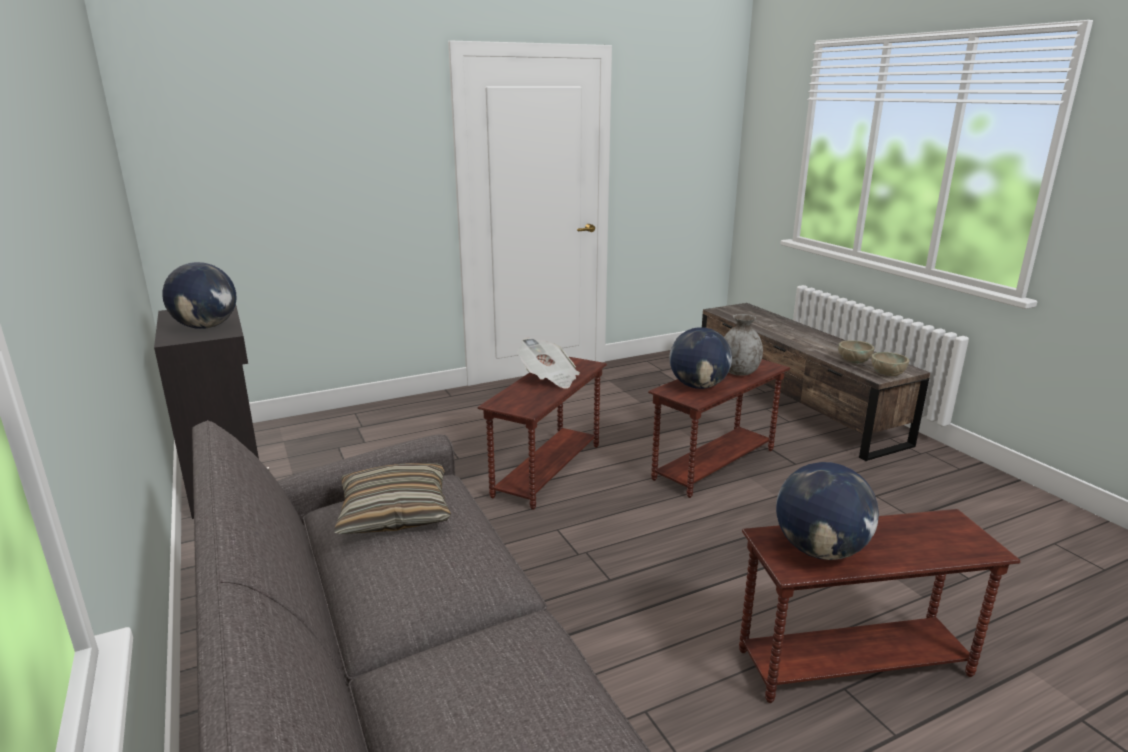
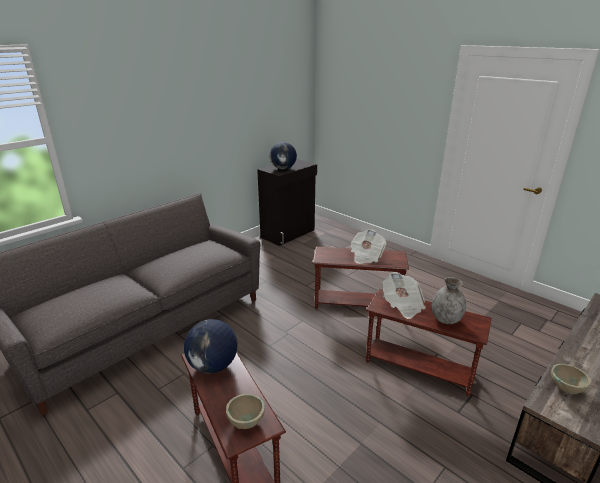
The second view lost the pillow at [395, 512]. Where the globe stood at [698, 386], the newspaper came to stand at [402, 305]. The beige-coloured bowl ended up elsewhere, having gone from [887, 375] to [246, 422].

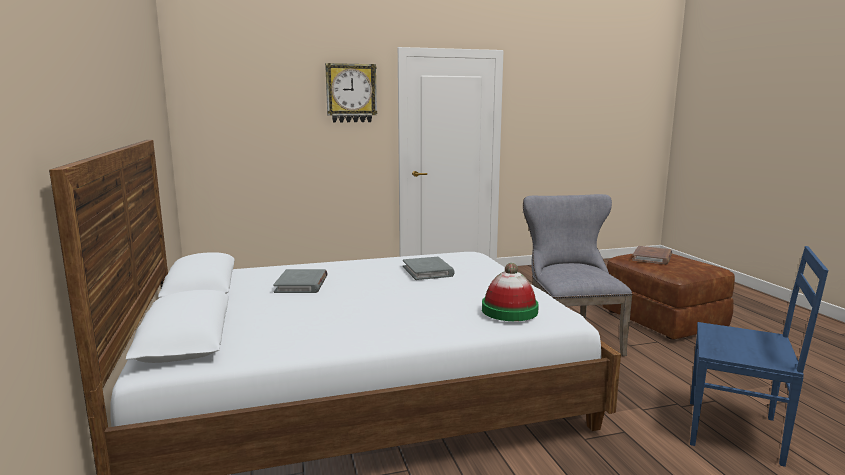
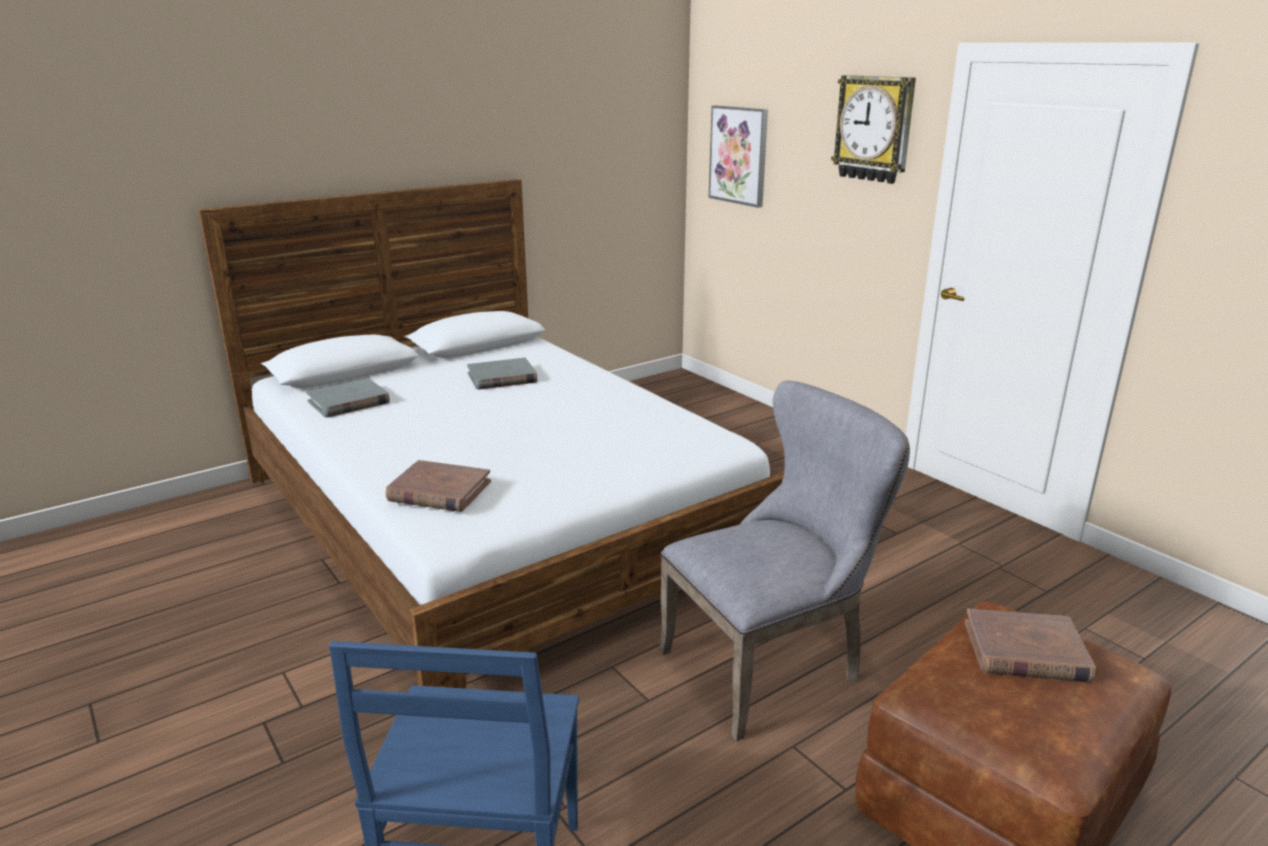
The gray bound book ended up elsewhere, having gone from [428, 271] to [349, 402]. Where the clothing hat stood at [509, 310], the brown-coloured bound book came to stand at [439, 491]. The second view gained the wall picture at [739, 155].

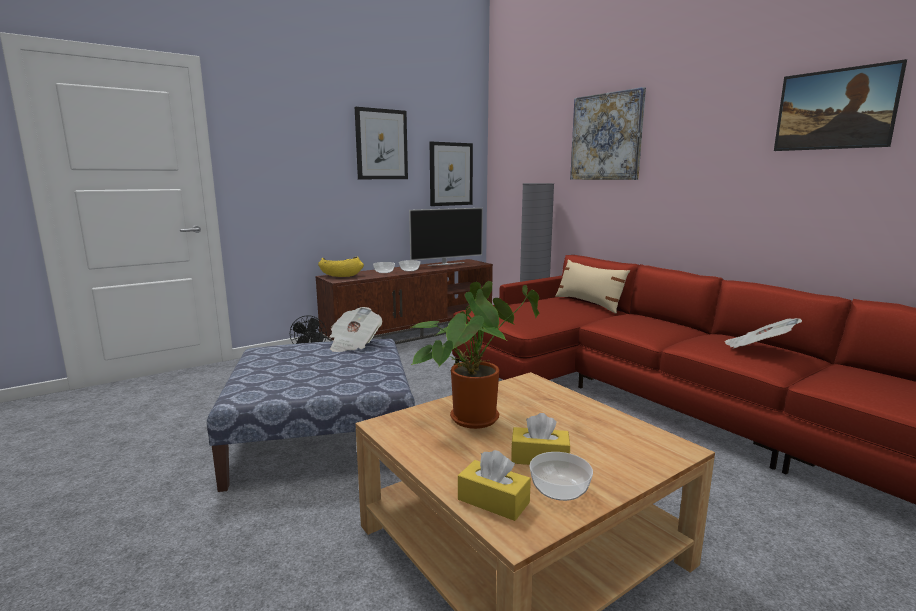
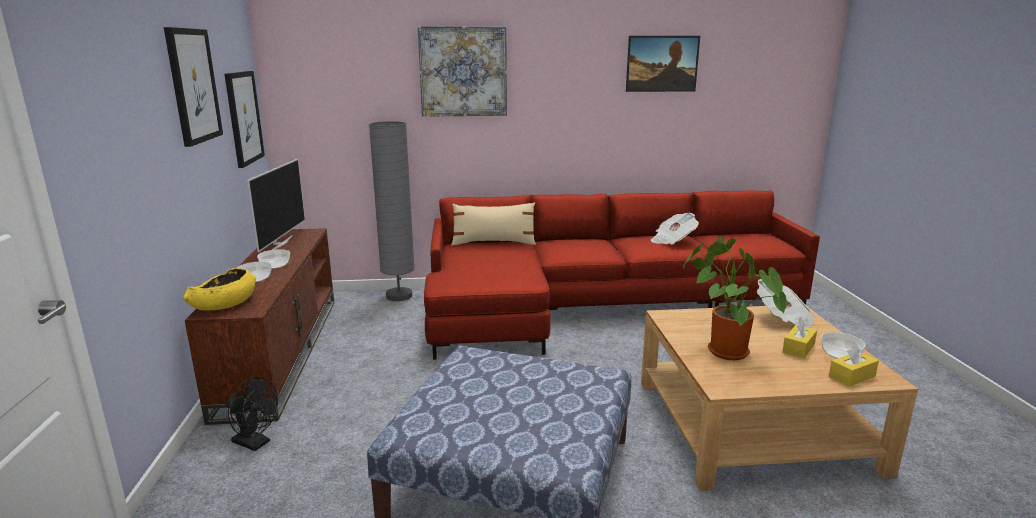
The newspaper ended up elsewhere, having gone from [354, 344] to [784, 320].

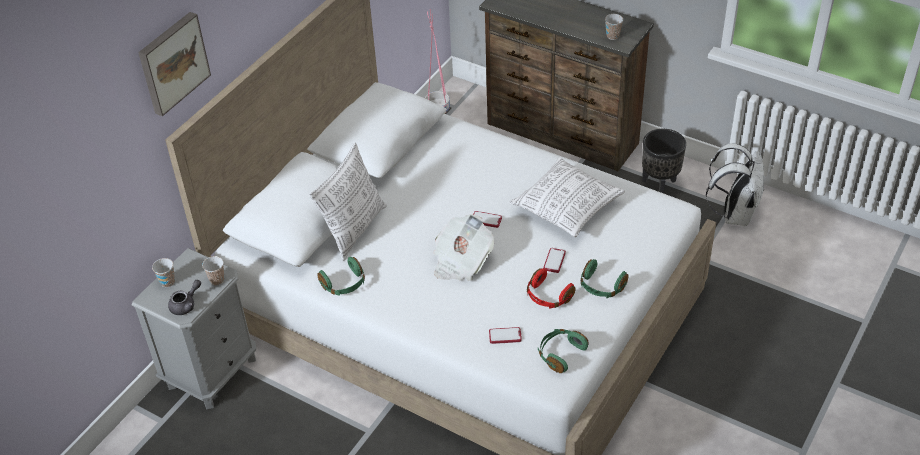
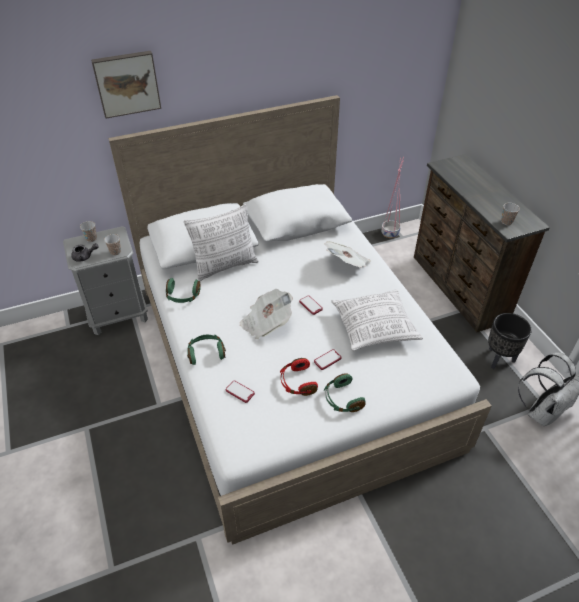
The green headset ended up elsewhere, having gone from [560, 354] to [206, 353]. The second view gained the newspaper at [347, 264].

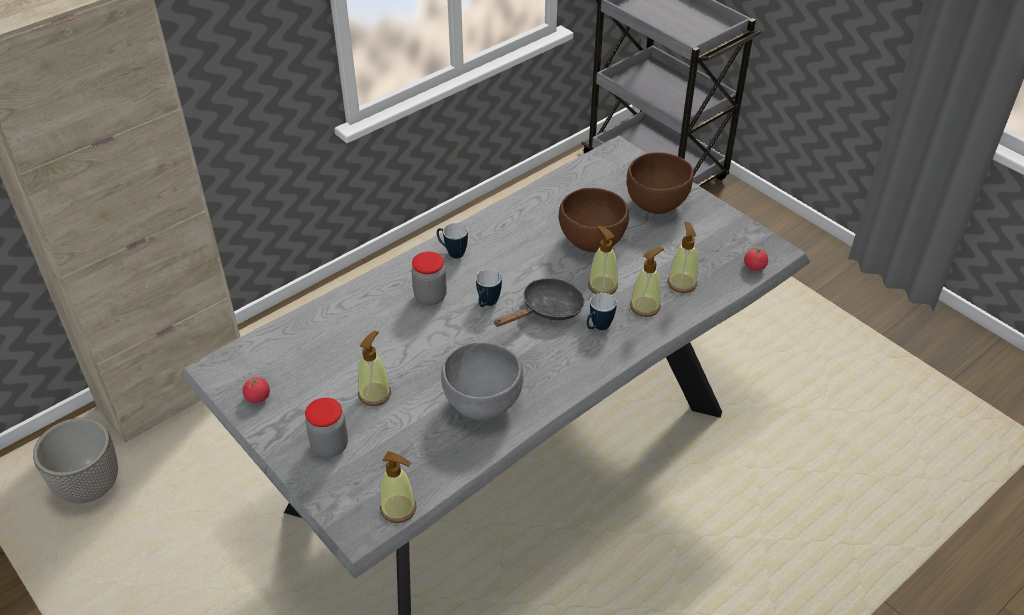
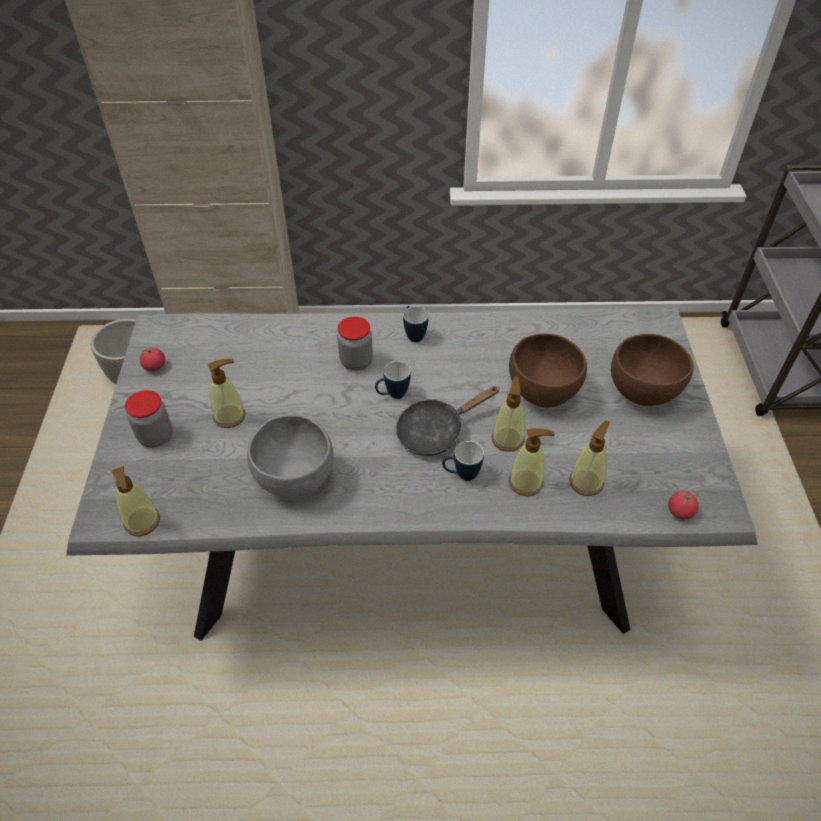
The black-coloured pan at [547, 310] ended up facing another way, 150 degrees clockwise from before.

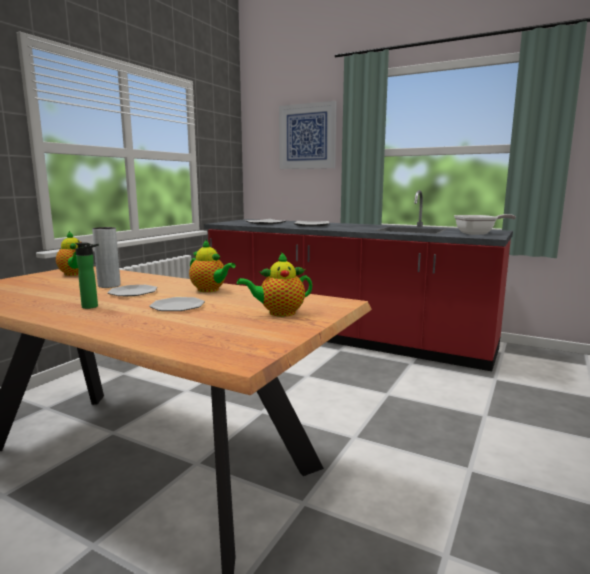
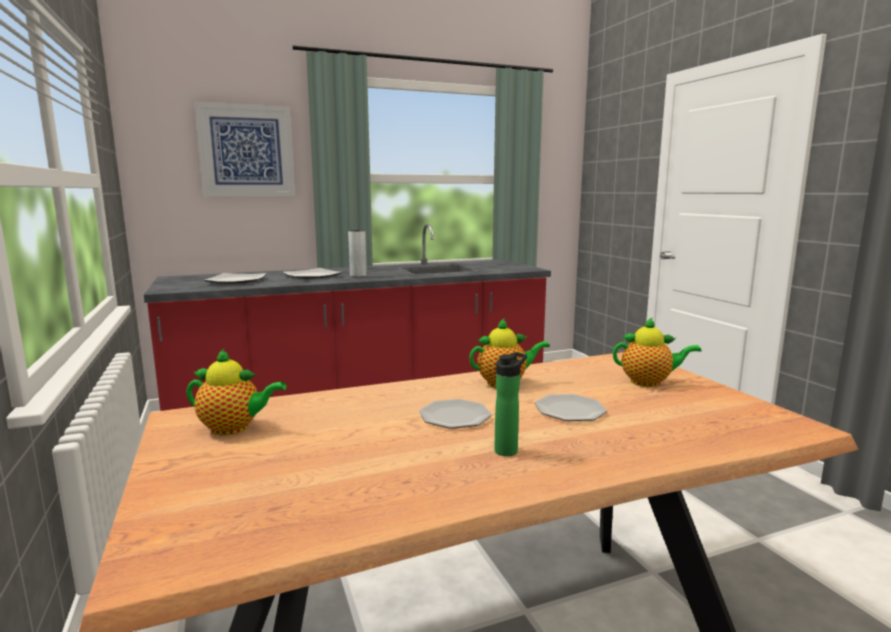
The gray flower vase ended up elsewhere, having gone from [109, 285] to [358, 275]. The pot for tea at [279, 313] ended up facing another way, 105 degrees counterclockwise from before. The second view lost the pan at [478, 233].

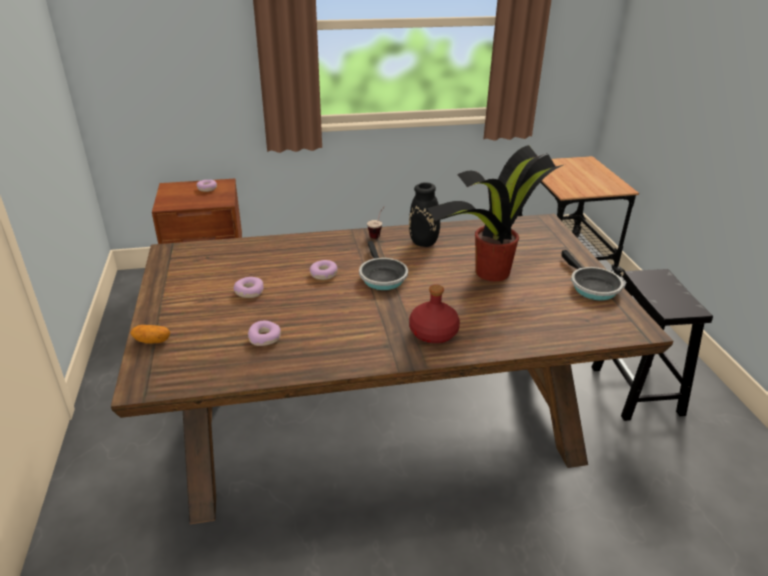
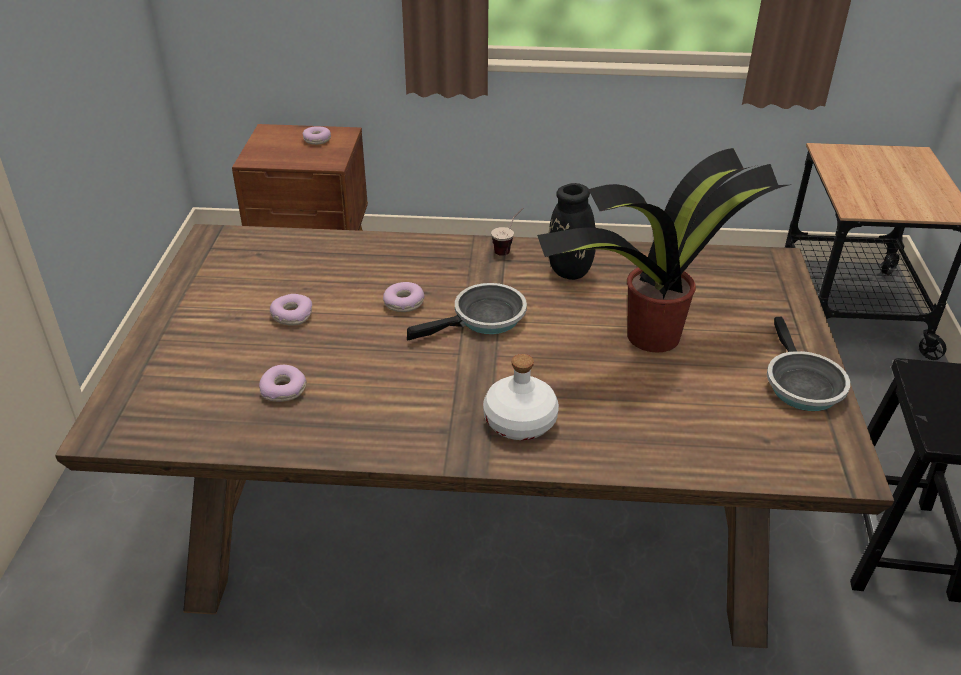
The second view lost the potato at [152, 341]. The pan at [381, 277] ended up facing another way, 120 degrees counterclockwise from before. What was the reddish drink bottle at [433, 333] turned into the whitish drink bottle at [519, 422].

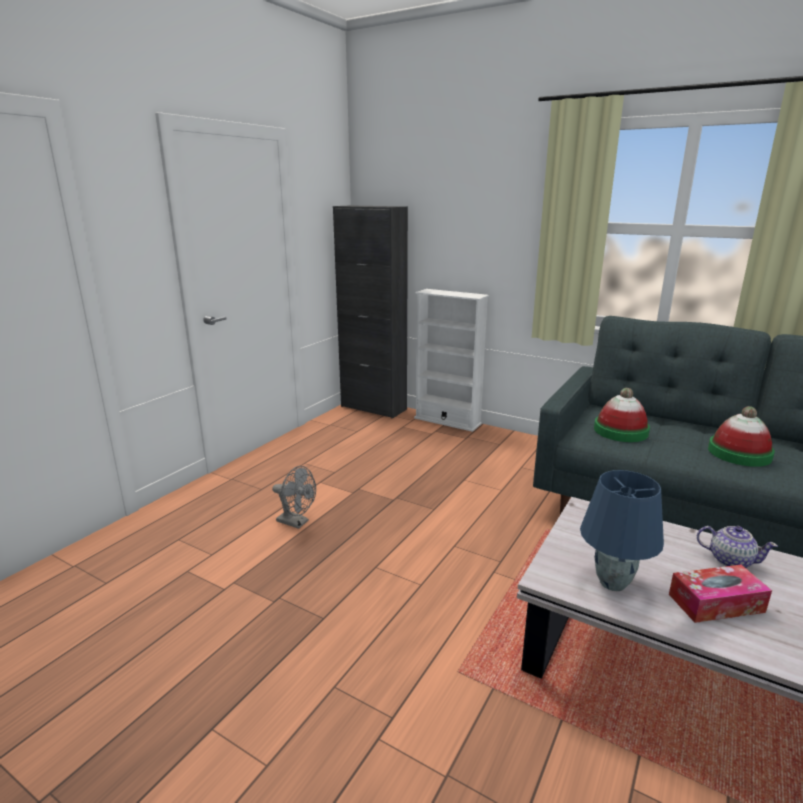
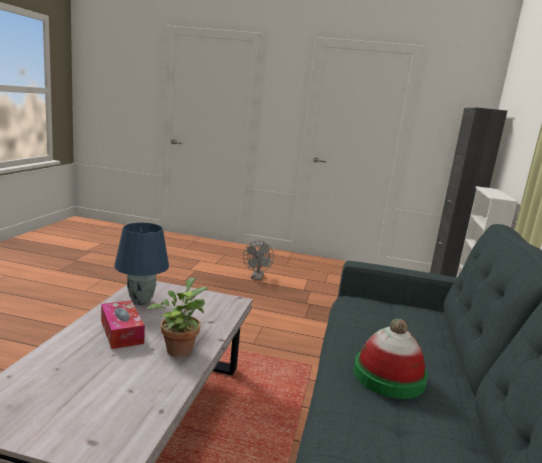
The second view lost the clothing hat at [620, 431]. Where the pot for tea stood at [730, 560], the houseplant came to stand at [179, 348].

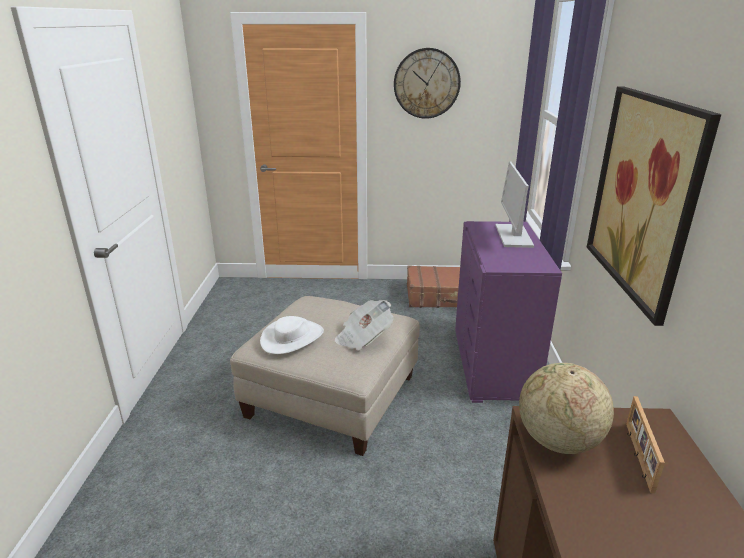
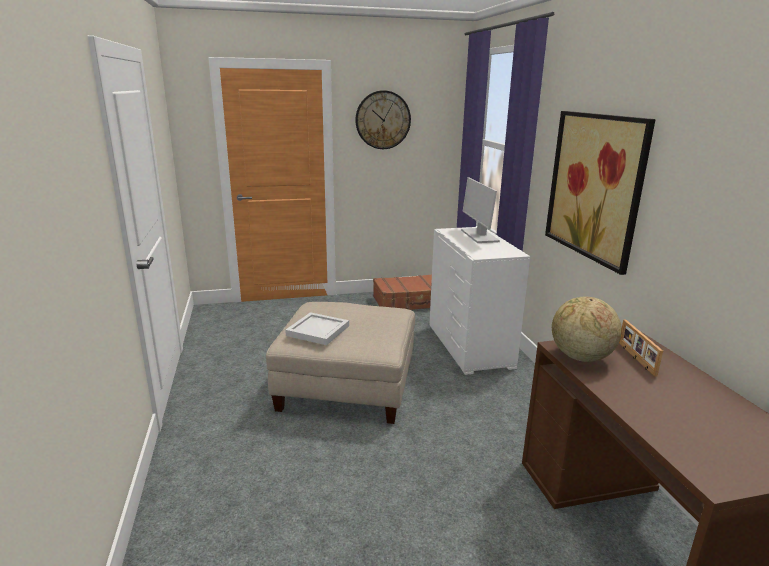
Where the whitish clothing hat stood at [292, 338], the whitish tray came to stand at [318, 331]. The second view lost the newspaper at [363, 338]. What was the purple dresser at [494, 364] turned into the whitish dresser at [470, 346].

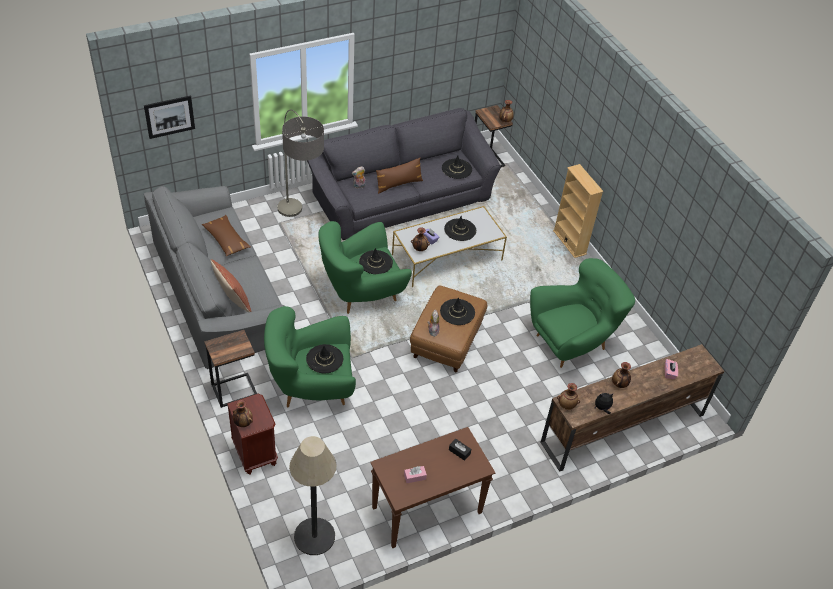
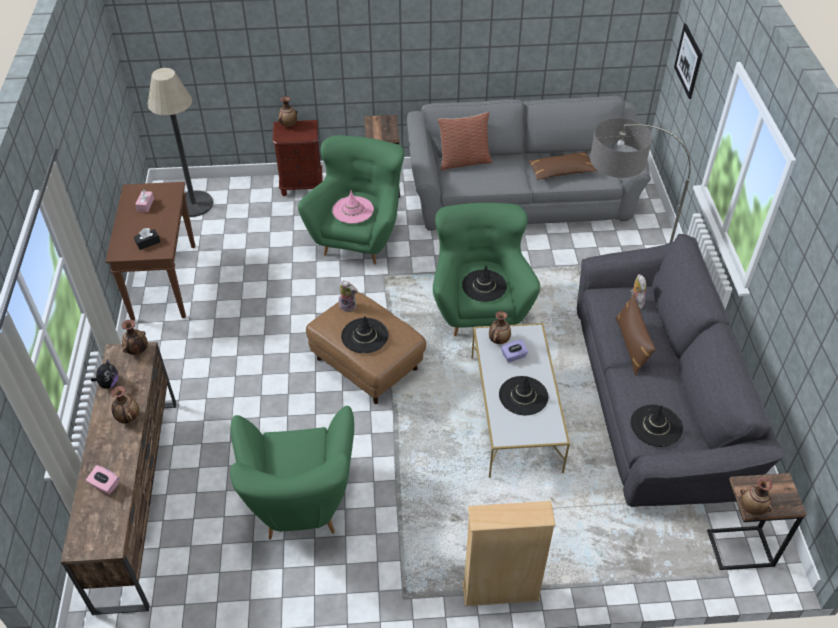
What was the black-coloured clothing hat at [324, 359] turned into the pinkish clothing hat at [353, 210].

